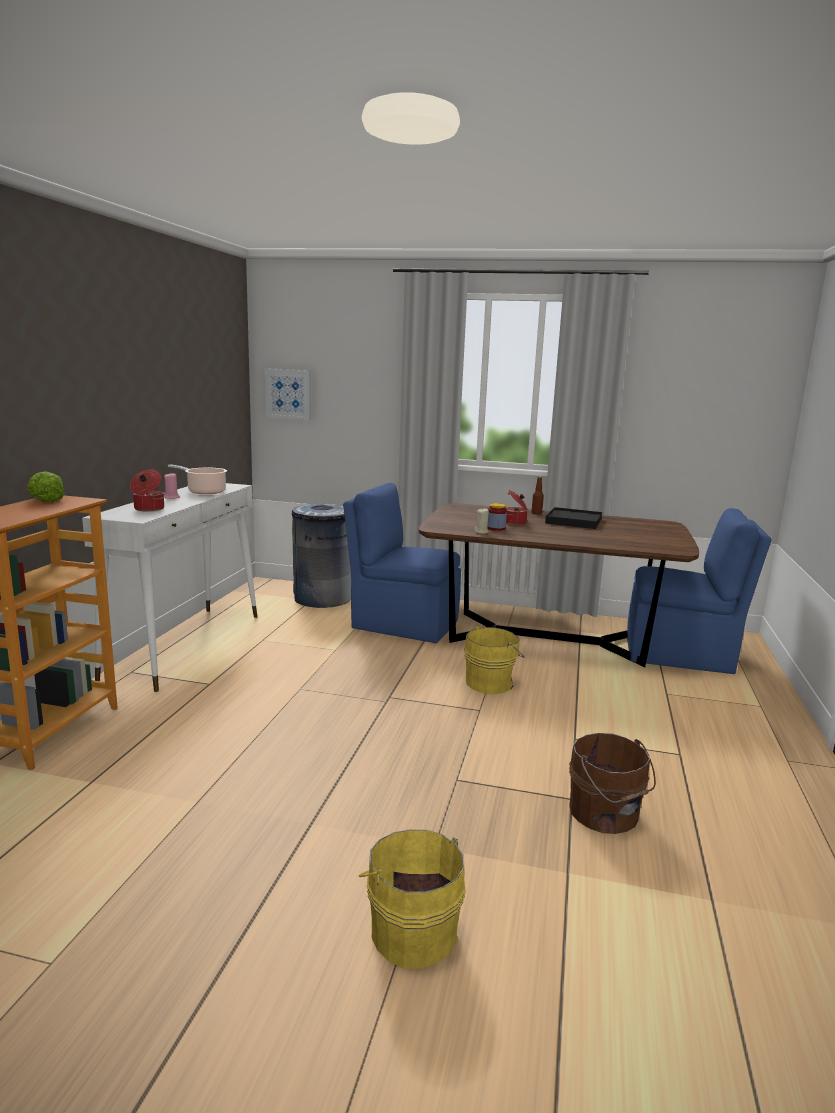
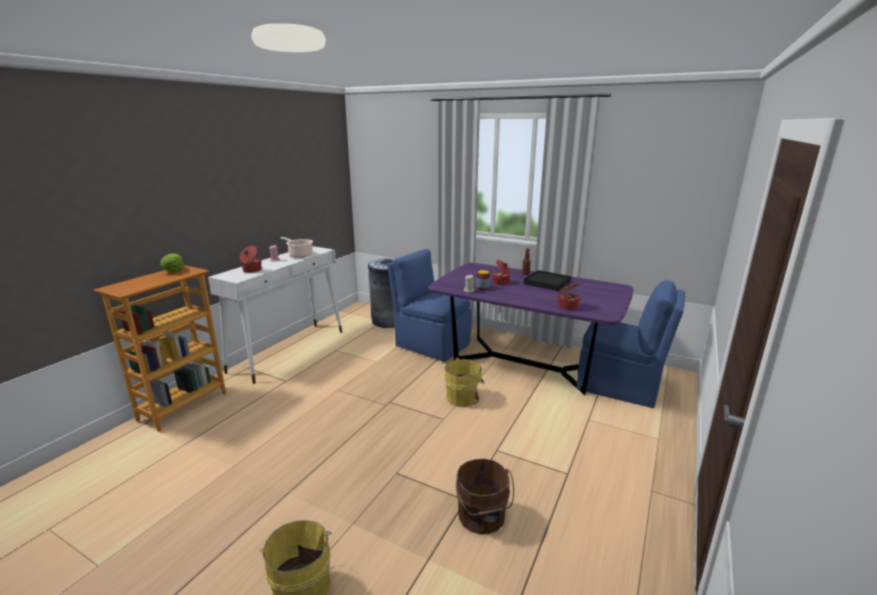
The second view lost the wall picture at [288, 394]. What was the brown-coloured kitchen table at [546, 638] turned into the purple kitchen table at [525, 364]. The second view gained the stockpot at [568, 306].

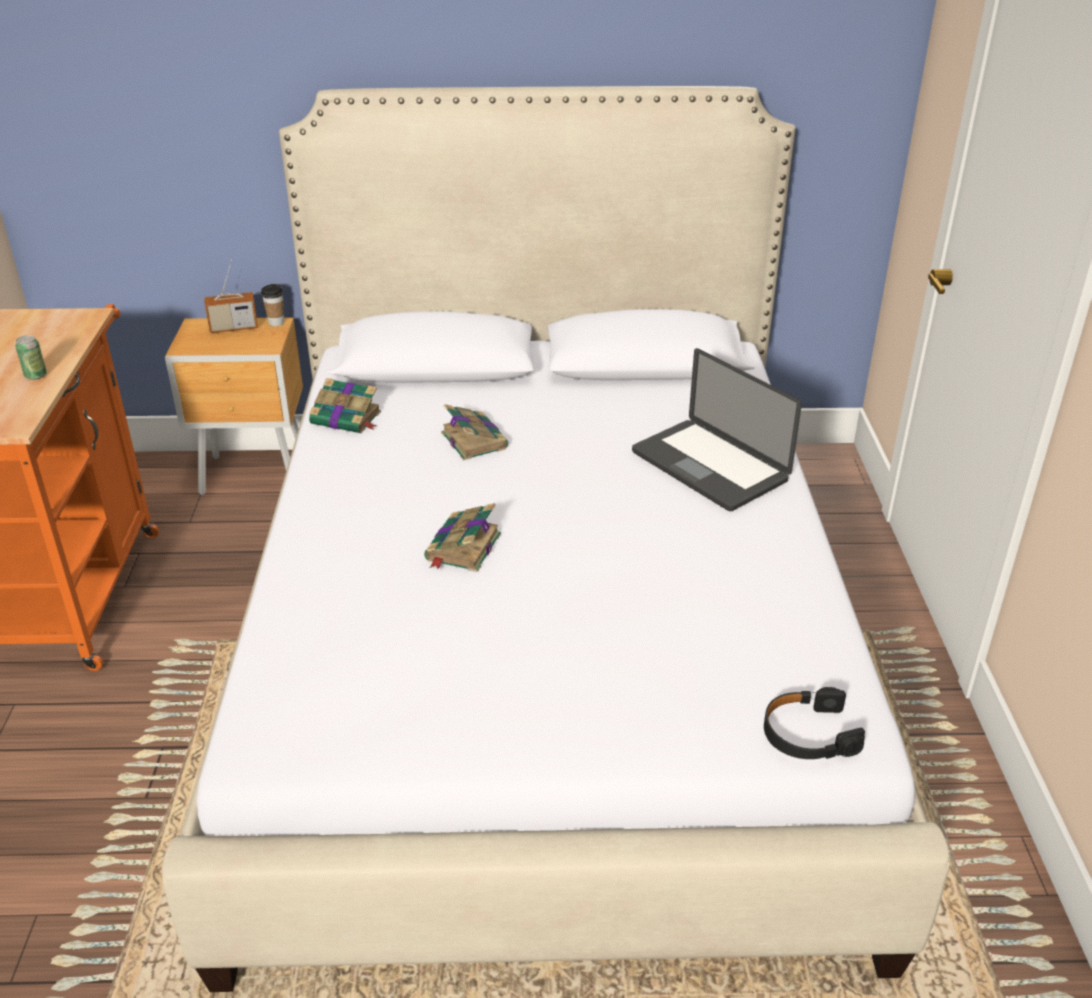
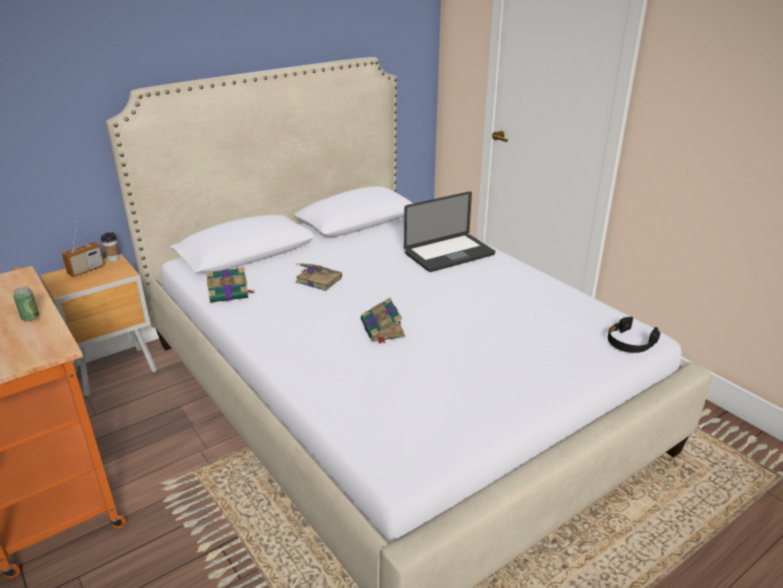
The notebook computer at [709, 467] ended up facing another way, 45 degrees counterclockwise from before.

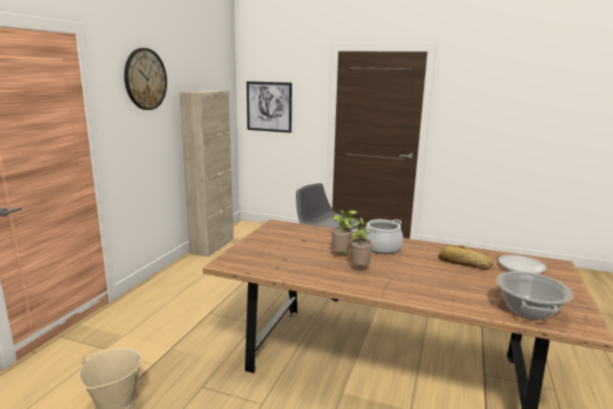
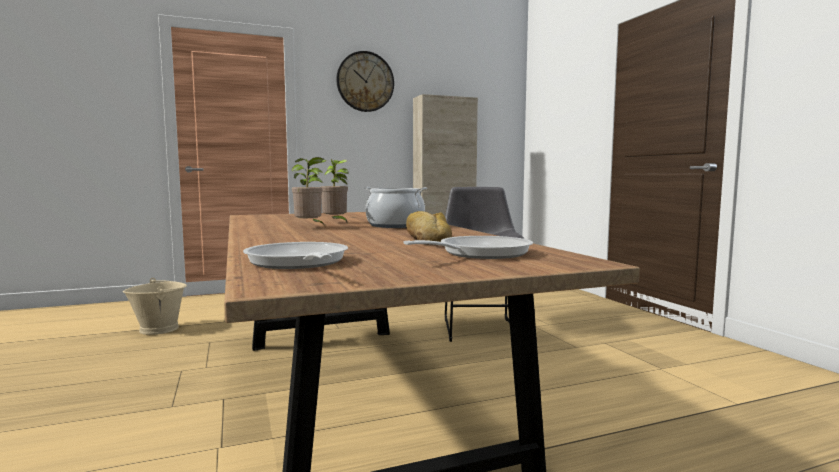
The second view lost the wall picture at [269, 106]. Where the stockpot stood at [529, 310], the pan came to stand at [298, 263].

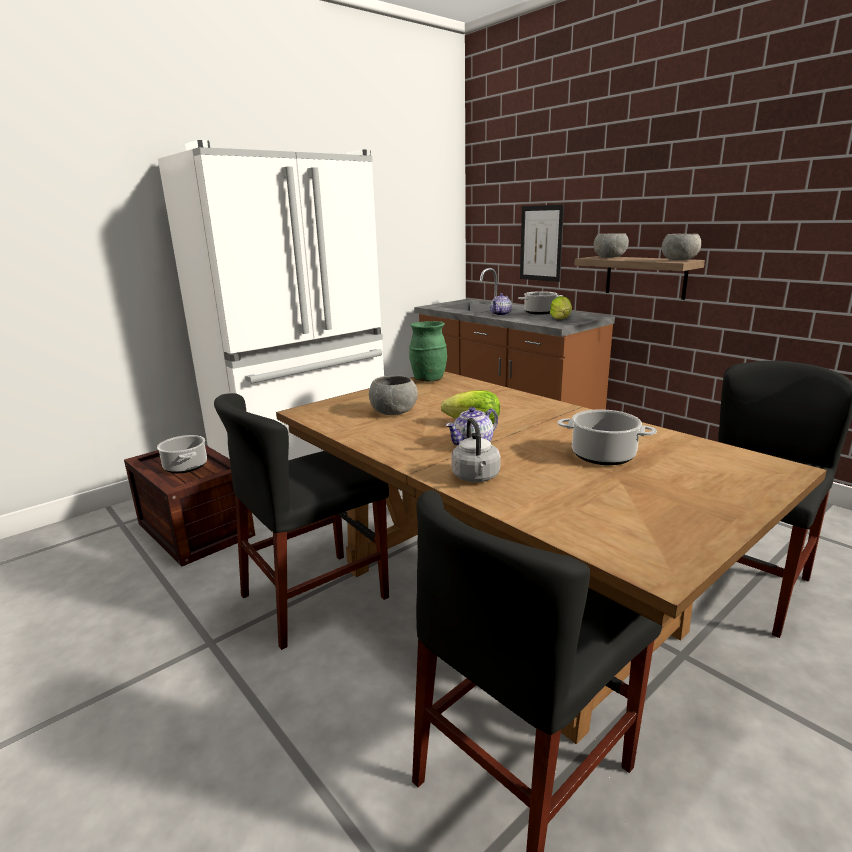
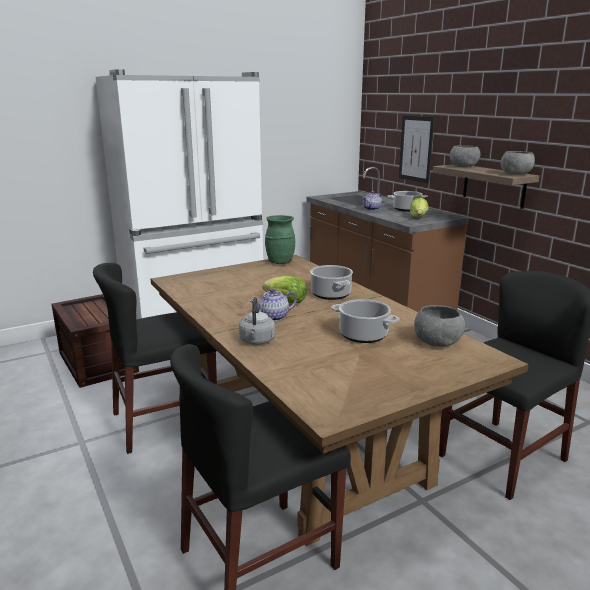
The stockpot ended up elsewhere, having gone from [186, 467] to [331, 294]. The gray bowl ended up elsewhere, having gone from [394, 412] to [437, 342].

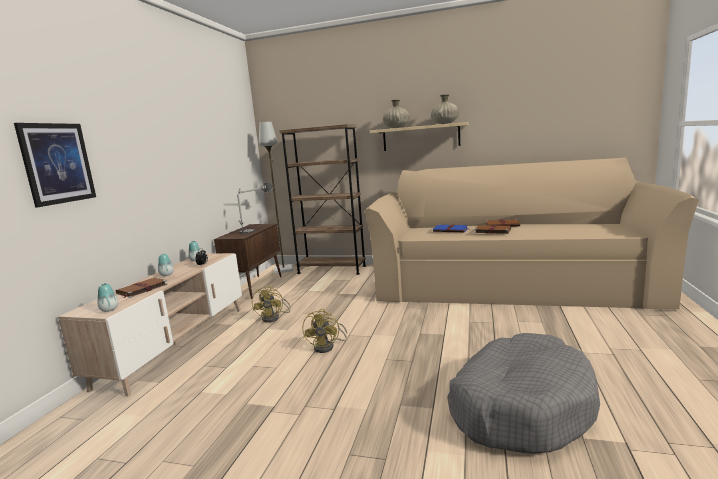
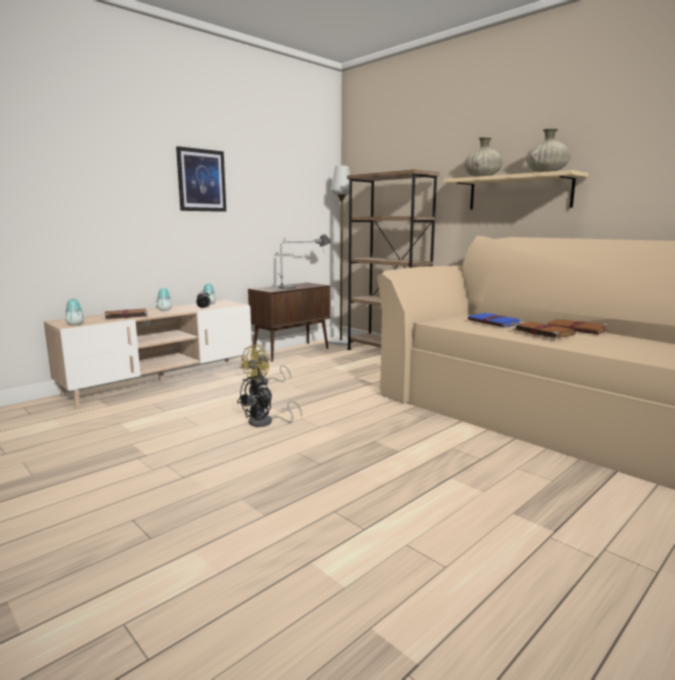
The wall picture ended up elsewhere, having gone from [57, 163] to [201, 180]. What was the yellowish fan at [328, 347] turned into the black-coloured fan at [266, 422]. The second view lost the gray dog cushion at [520, 406].

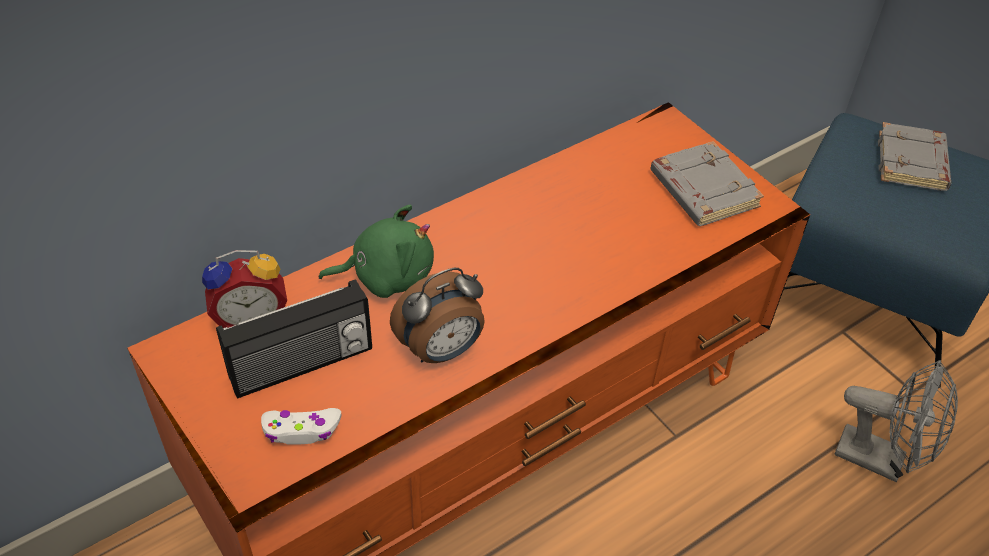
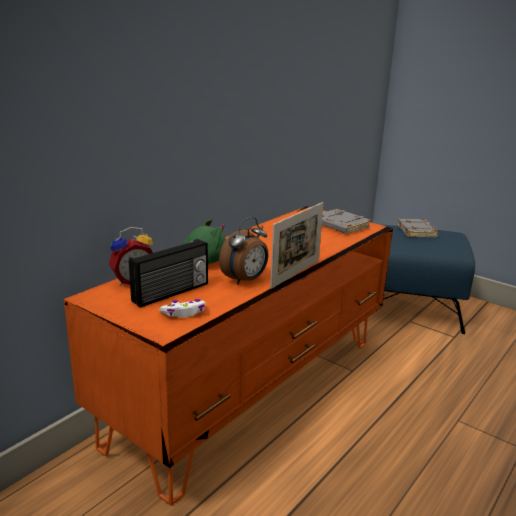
The second view lost the gray fan at [881, 460]. The second view gained the photo frame at [295, 273].

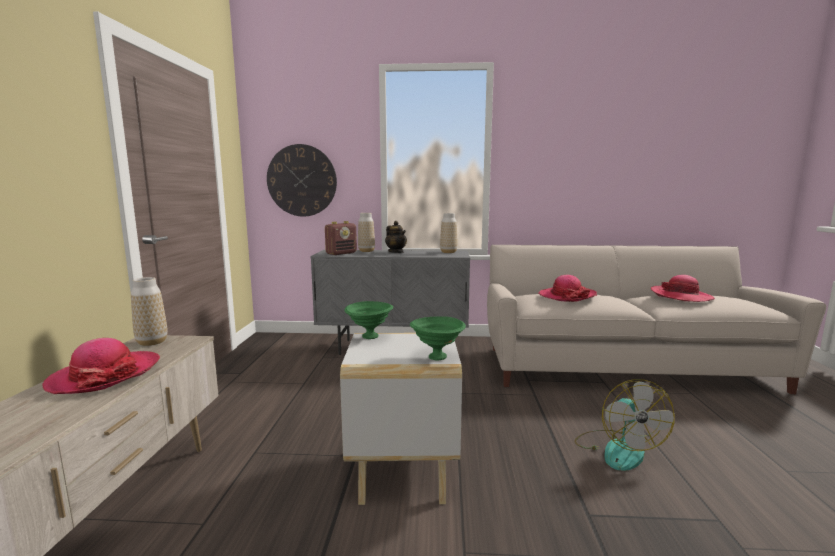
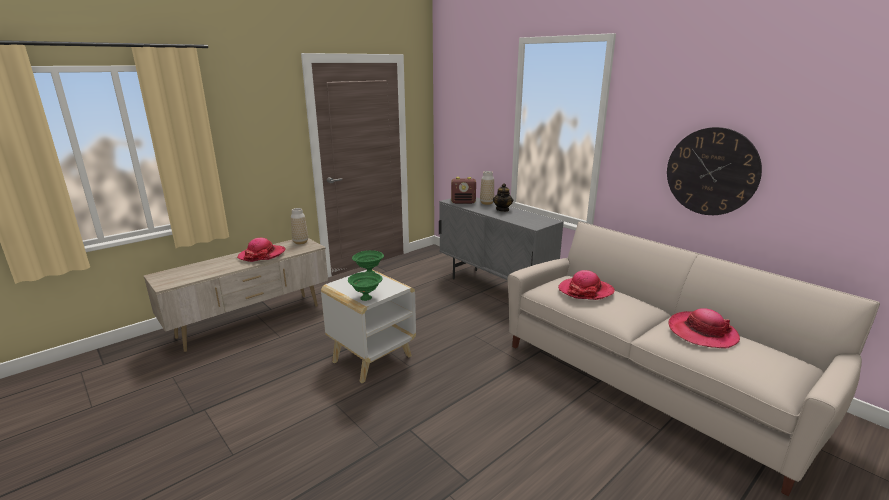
The hanging clock ended up elsewhere, having gone from [302, 180] to [711, 172]. The second view lost the flower vase at [448, 252]. The second view lost the fan at [617, 449].

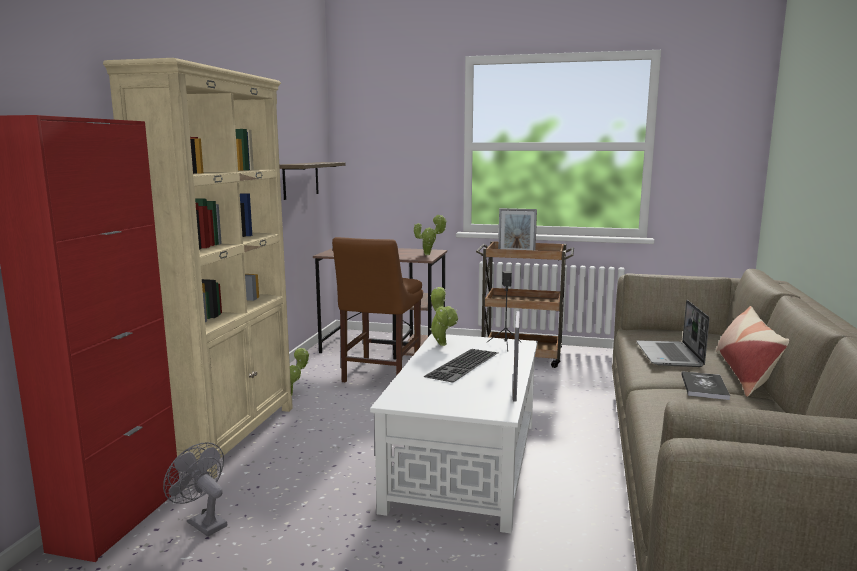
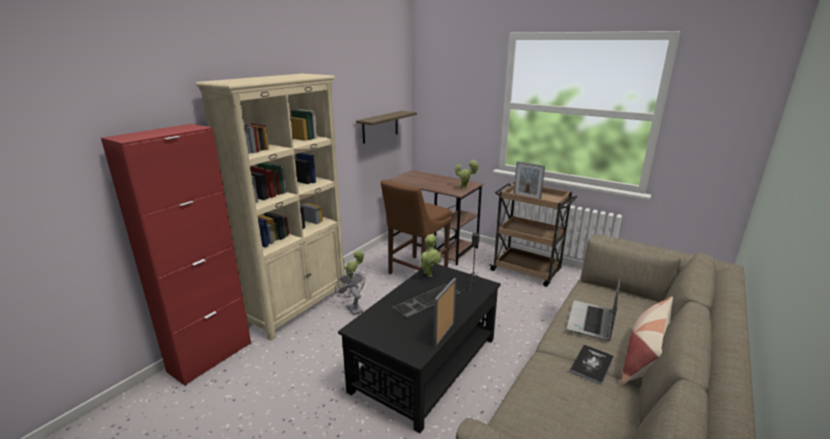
The gray fan ended up elsewhere, having gone from [202, 522] to [353, 308]. What was the whitish low table at [464, 464] turned into the black-coloured low table at [425, 364].

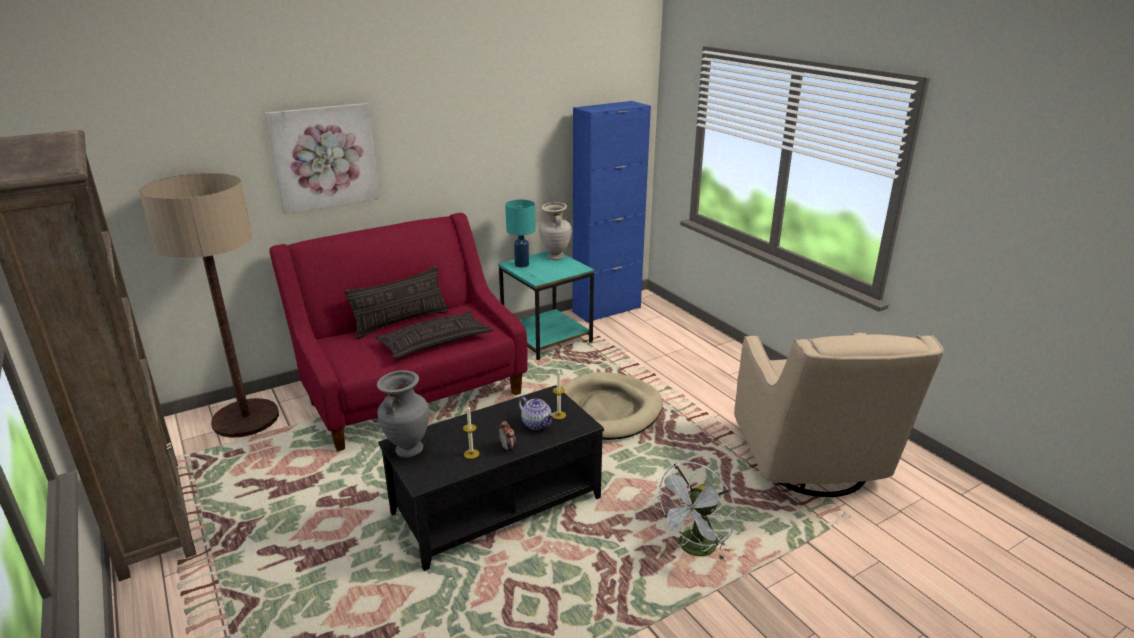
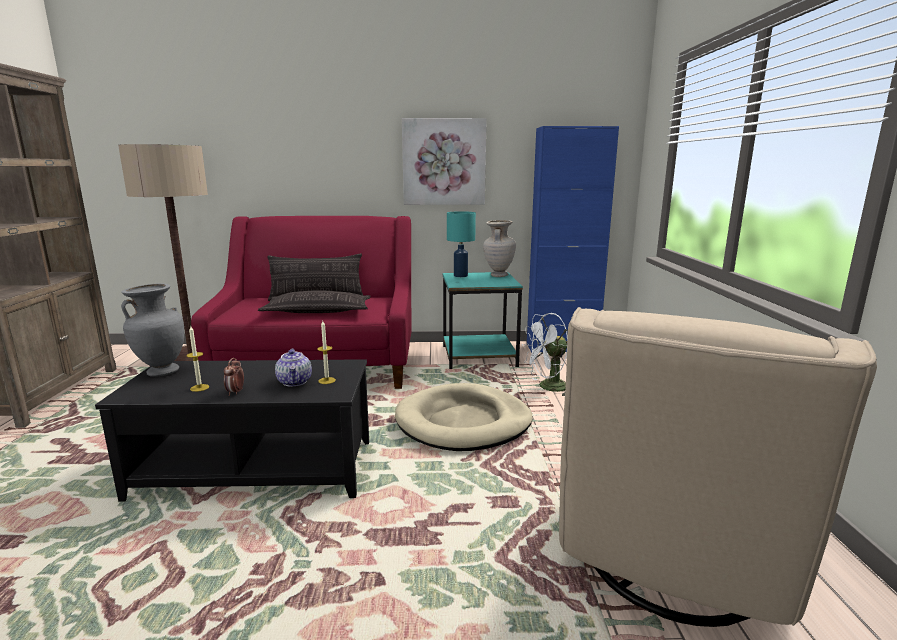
The wall picture ended up elsewhere, having gone from [324, 157] to [444, 162]. The whitish fan ended up elsewhere, having gone from [694, 549] to [548, 388].

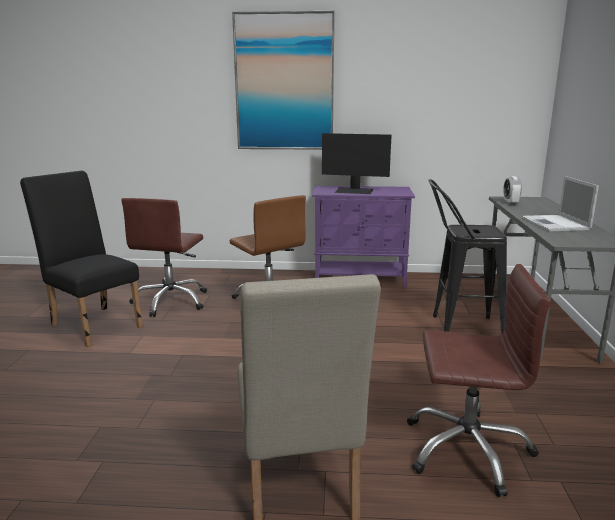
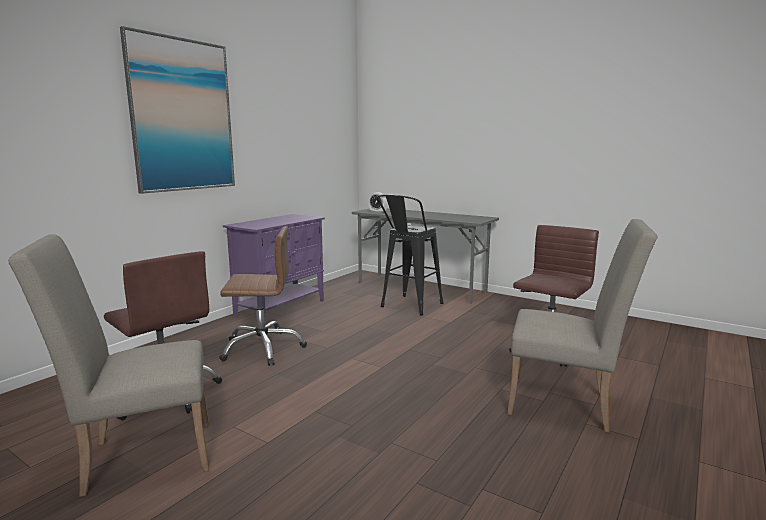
What was the black-coloured upright chair at [94, 323] turned into the beige-coloured upright chair at [139, 457]. The second view lost the monitor at [354, 191]. The second view lost the notebook computer at [555, 224].

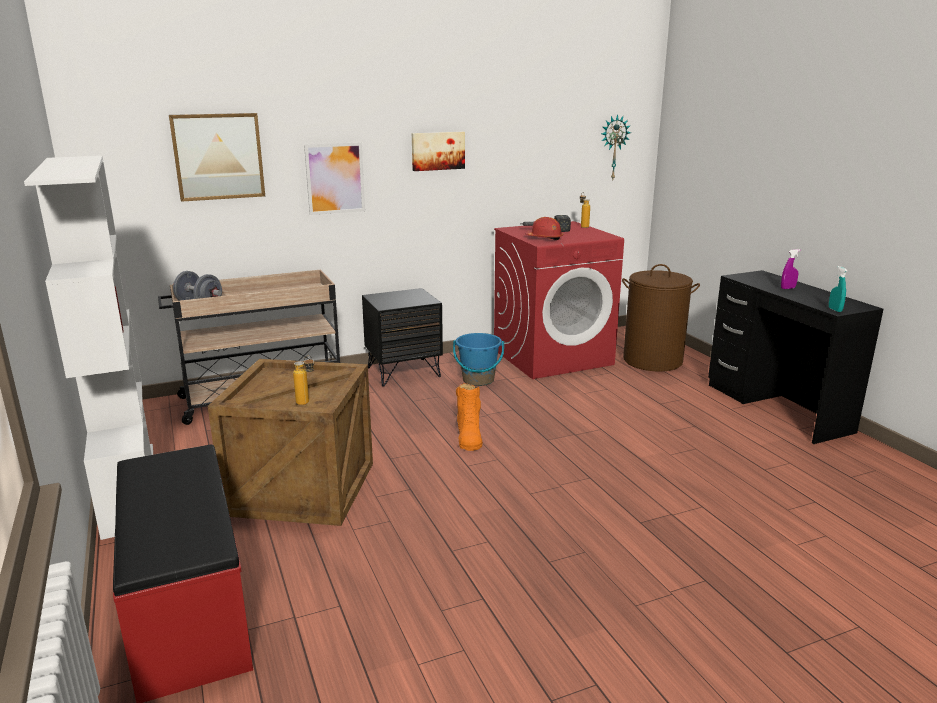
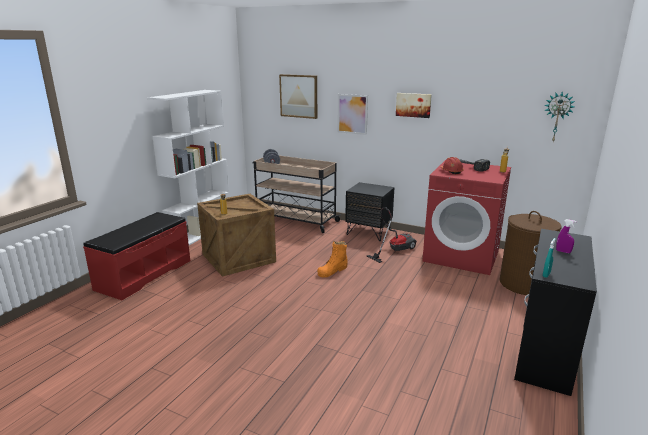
Where the bluish pail stood at [478, 380], the hoover came to stand at [394, 250].

